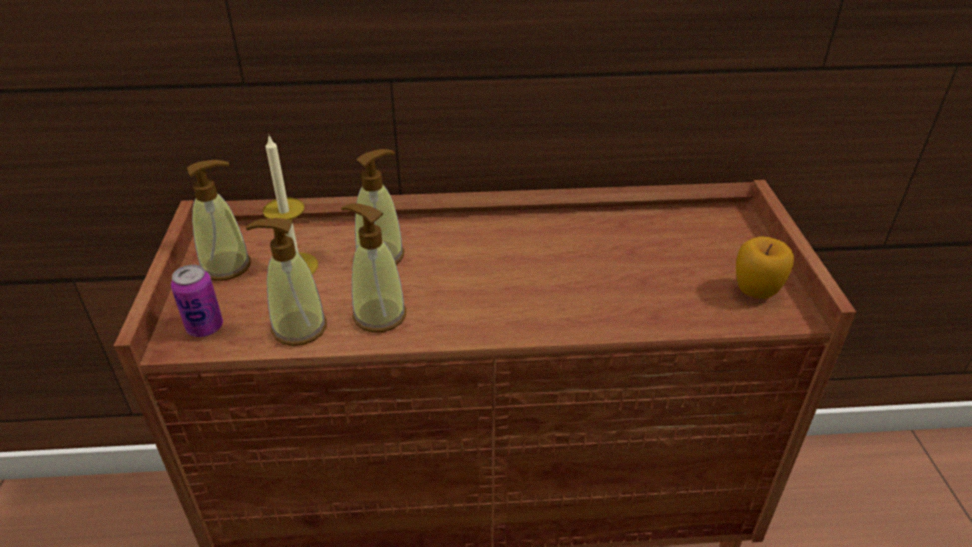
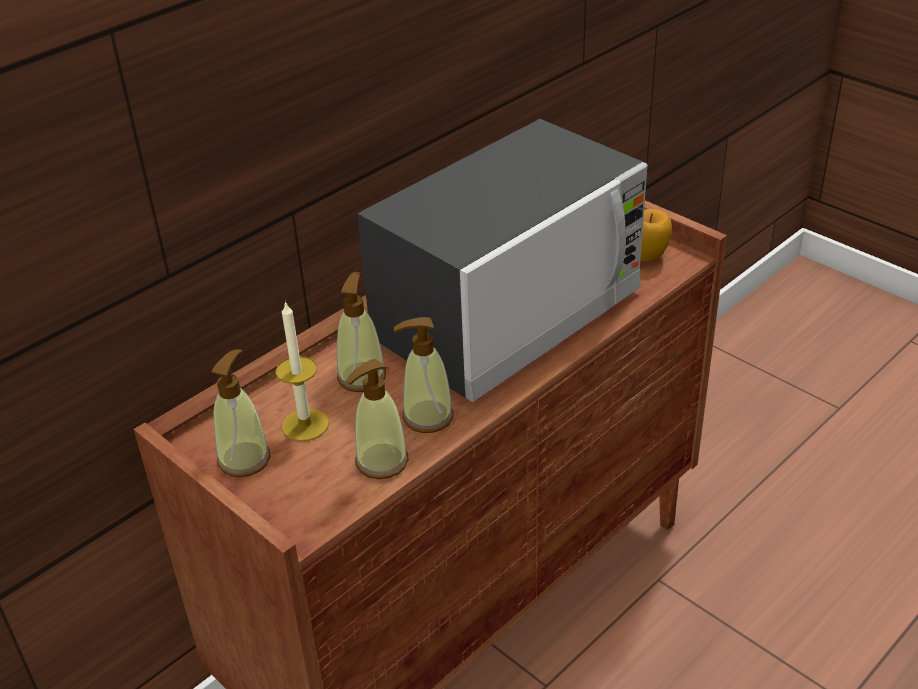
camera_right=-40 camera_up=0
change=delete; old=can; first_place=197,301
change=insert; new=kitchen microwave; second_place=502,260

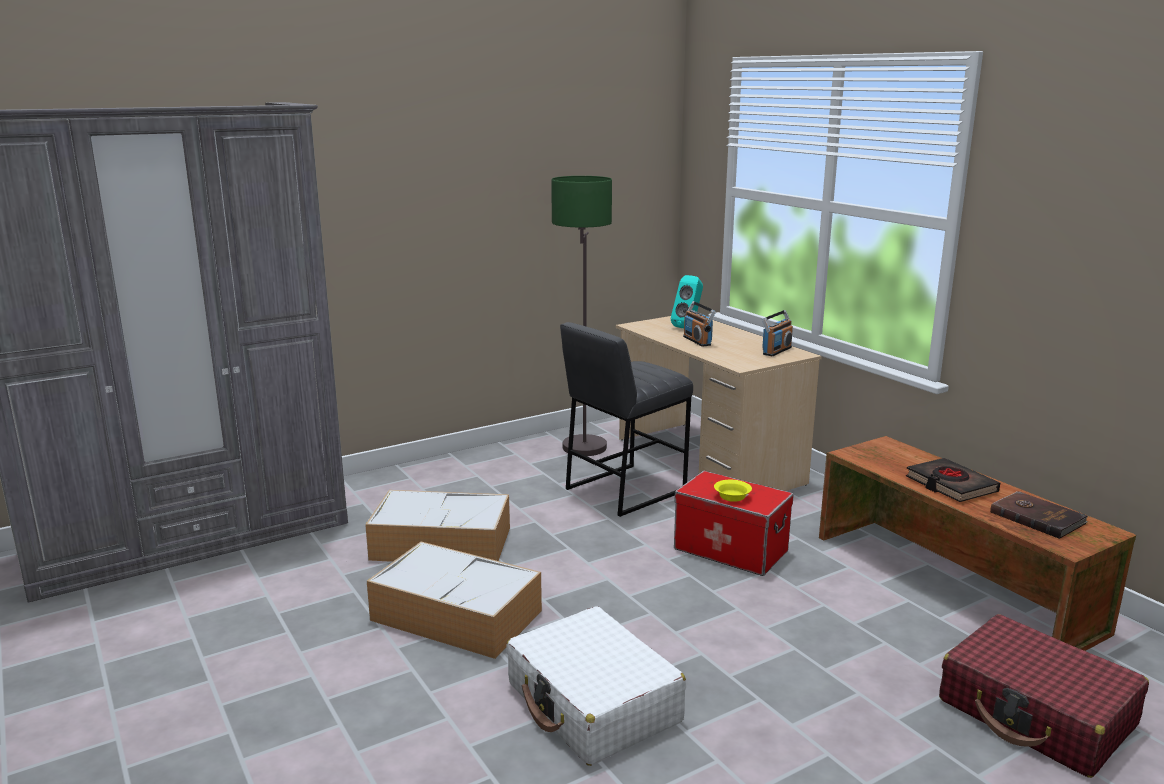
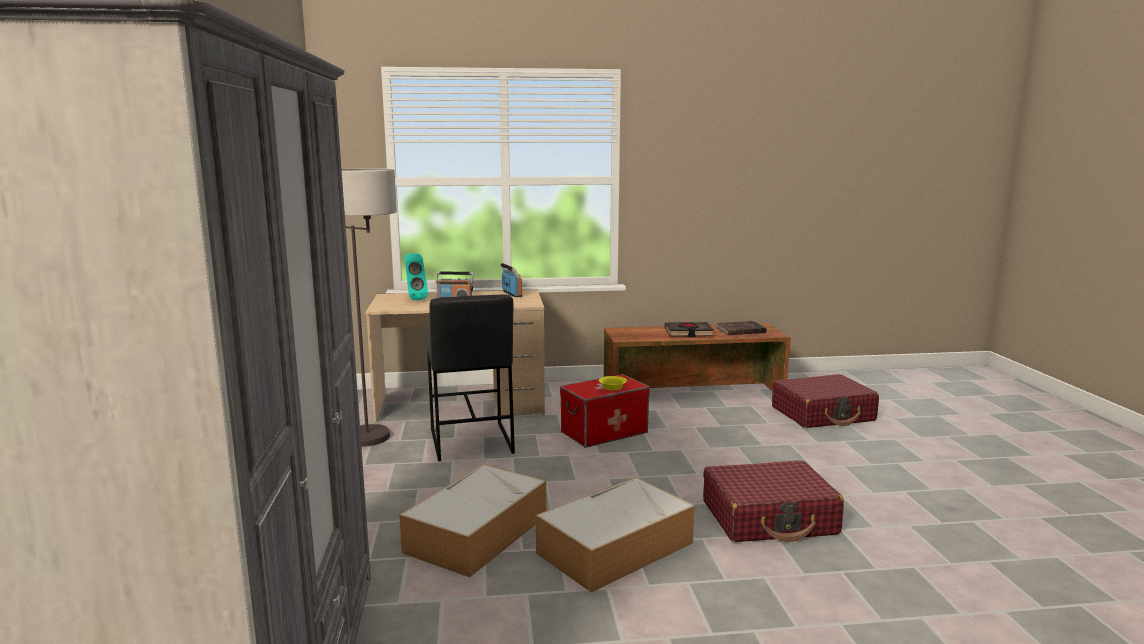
camera_right=-65 camera_up=-5
change=recolor; old=suitcase (white); new=suitcase (red-coloured); first_place=596,686; second_place=773,501
change=recolor; old=floor lamp (green); new=floor lamp (grey); first_place=581,316; second_place=369,307

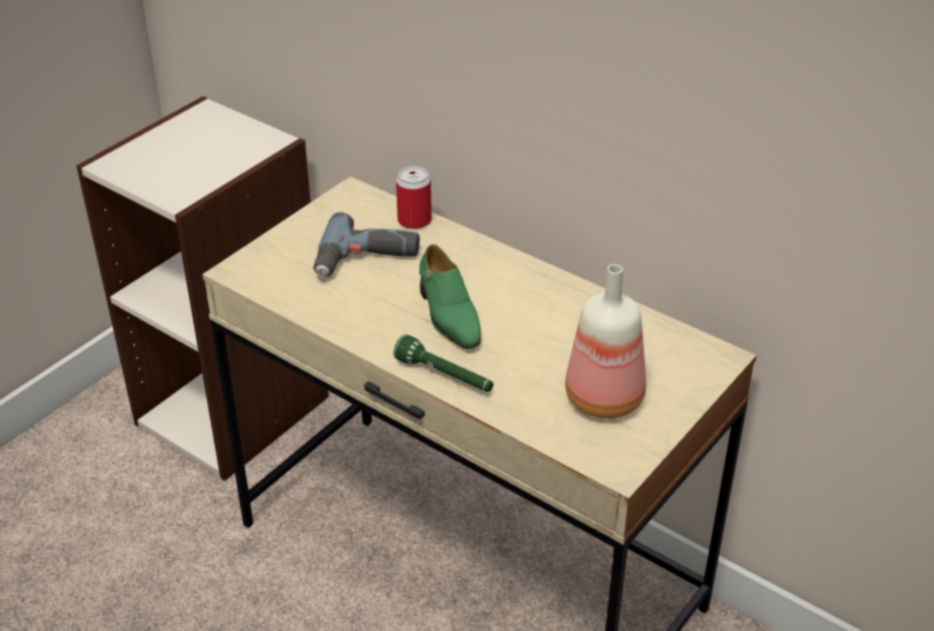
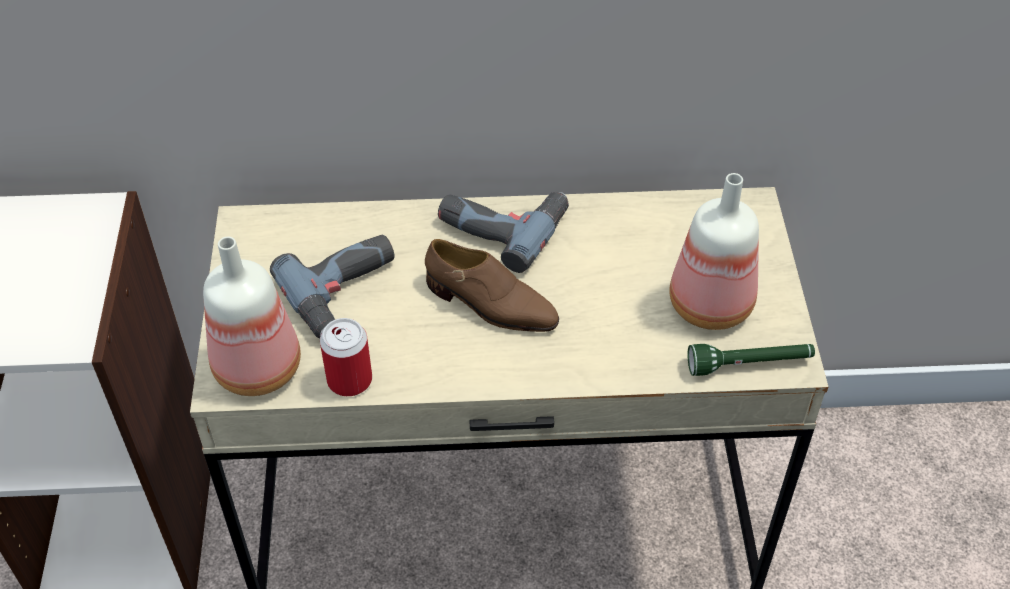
camera_right=-40 camera_up=10
change=insert; new=beverage bottle; second_place=252,316
change=insert; new=electric drill; second_place=503,232
change=move; old=hand torch (green); first_place=443,363; second_place=751,360
change=move; old=can; first_place=414,197; second_place=346,357
change=recolor; old=low shoe (green); new=low shoe (brown-coloured); first_place=450,296; second_place=492,285

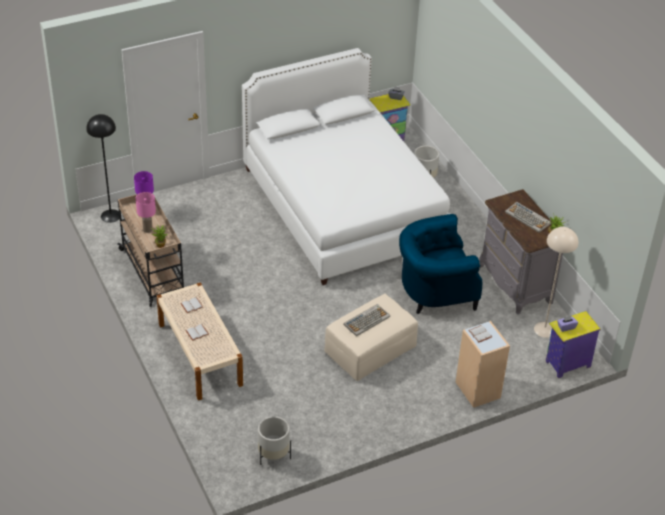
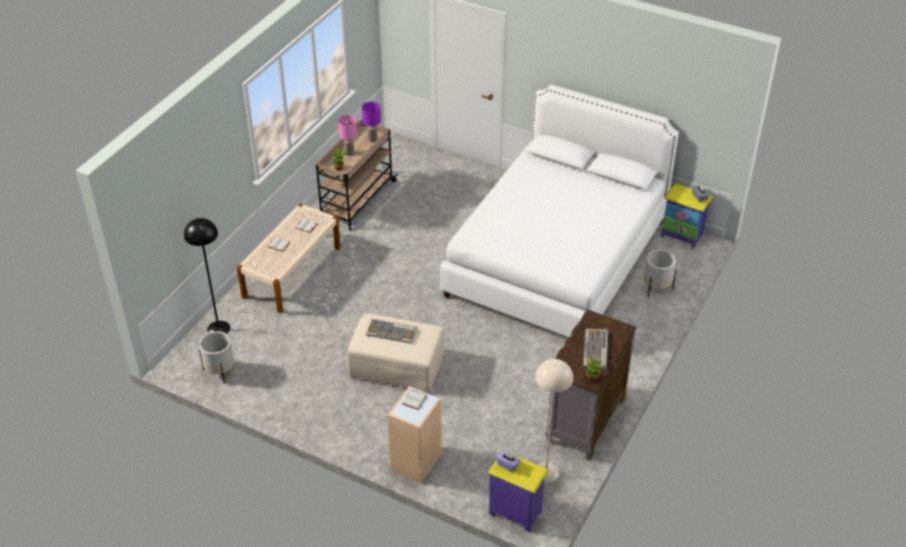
camera_right=55 camera_up=0
change=delete; old=lounge chair (bluish); first_place=440,264
change=move; old=floor lamp (blackish); first_place=103,168; second_place=207,276

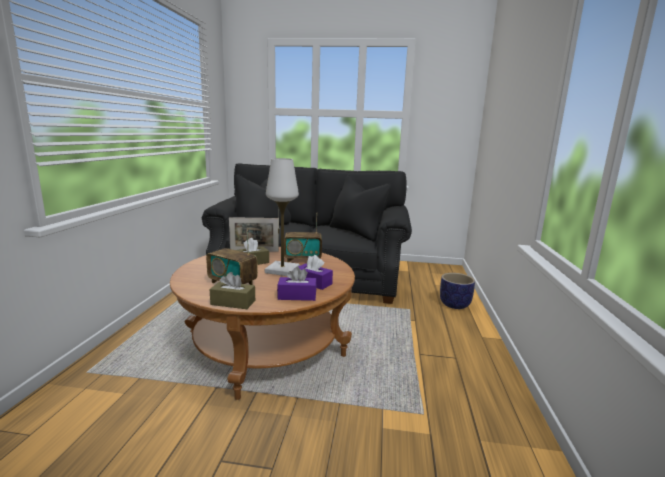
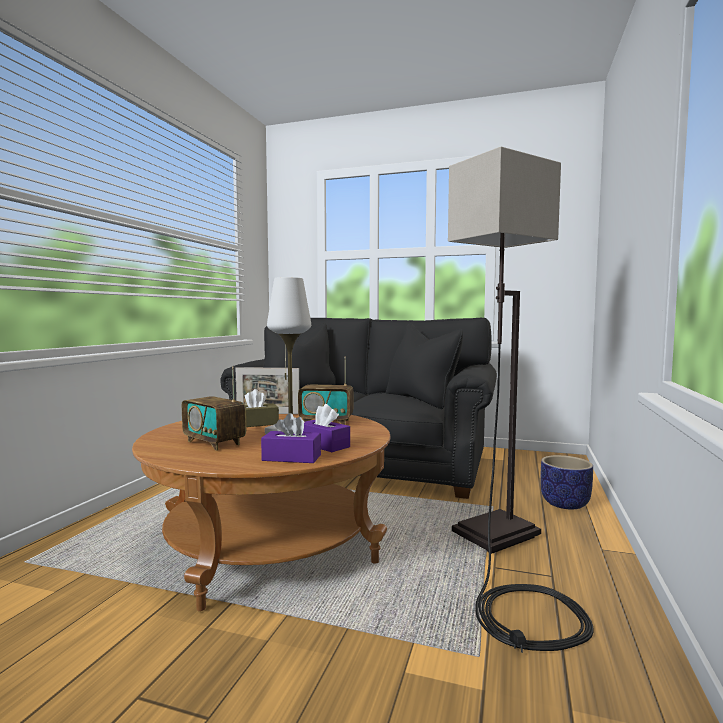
camera_right=10 camera_up=-10
change=delete; old=box of tissues (brown-coloured); first_place=232,290
change=insert; new=floor lamp; second_place=521,400

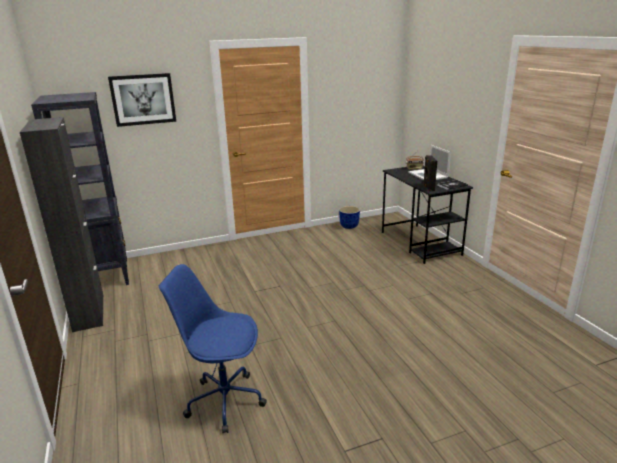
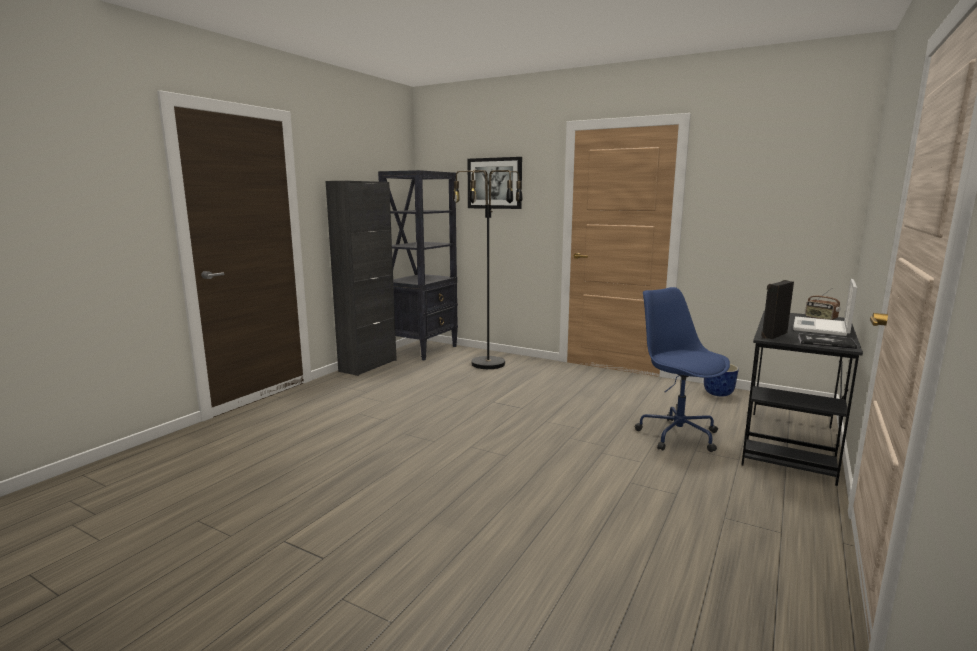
camera_right=50 camera_up=-10
change=insert; new=floor lamp; second_place=488,269
change=move; old=office chair (bluish); first_place=213,349; second_place=682,369

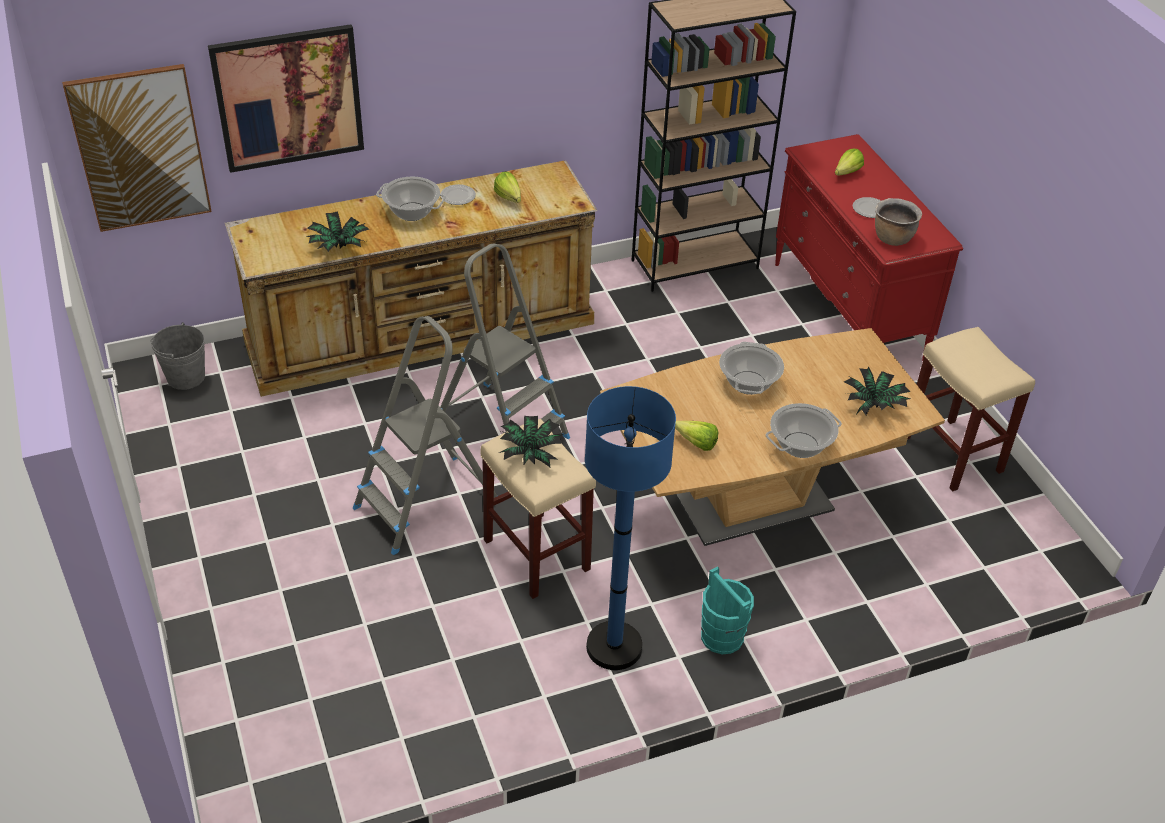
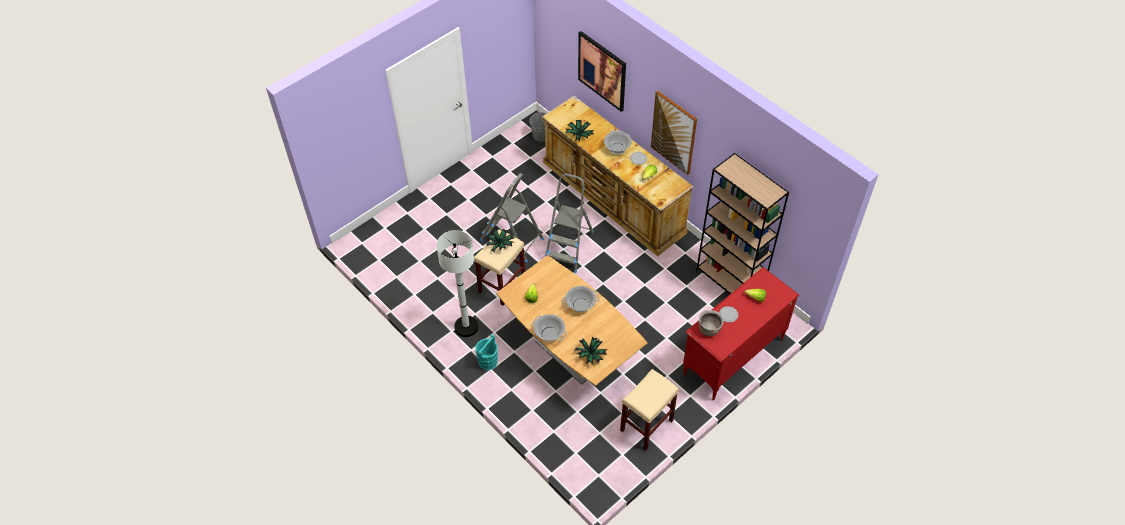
camera_right=70 camera_up=10
change=move; old=wall picture; first_place=137,148; second_place=674,133
change=recolor; old=floor lamp (bluish); new=floor lamp (white); first_place=630,528; second_place=457,283

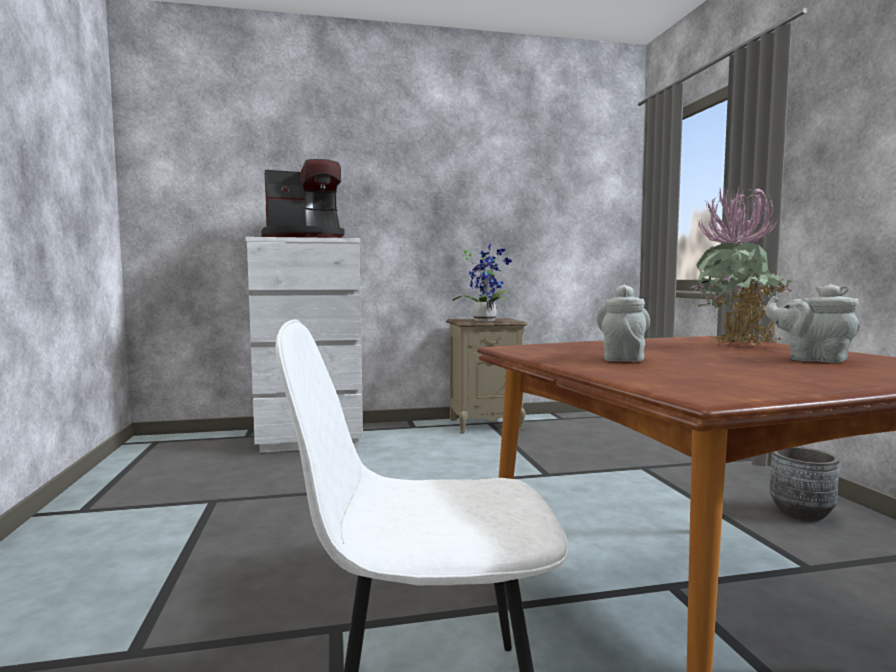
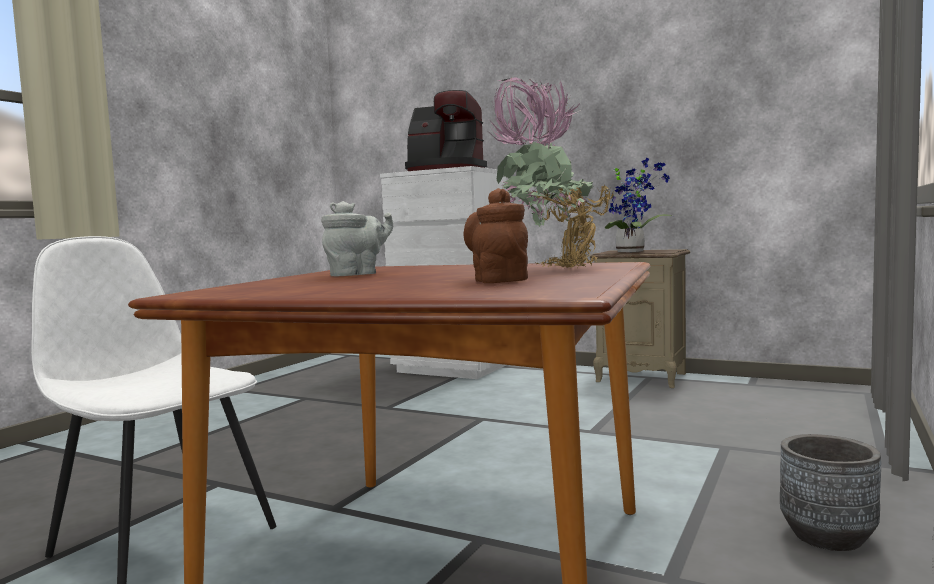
camera_right=40 camera_up=0
change=recolor; old=pot for tea (grey); new=pot for tea (brown-coloured); first_place=812,323; second_place=495,235

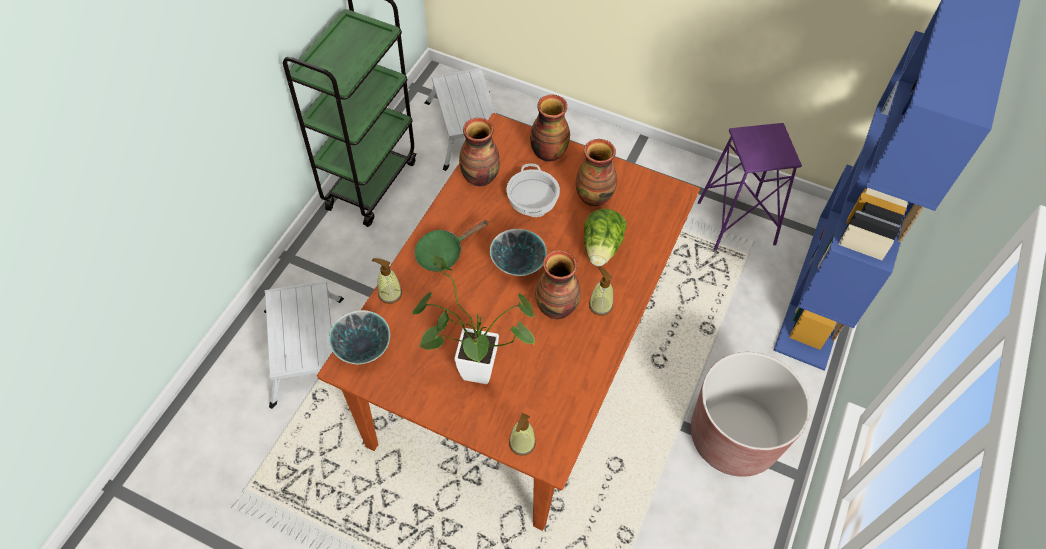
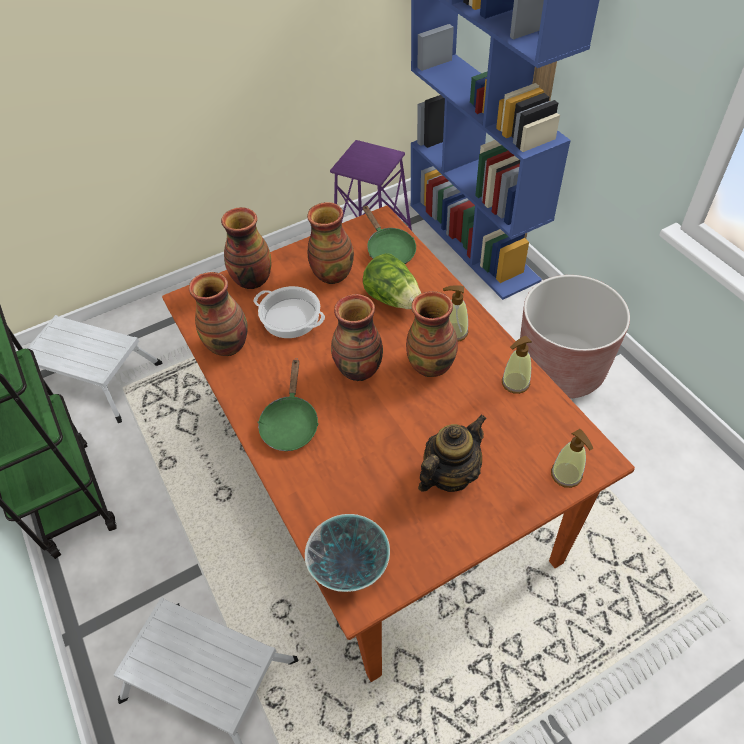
camera_right=-50 camera_up=-5
change=insert; new=pan (green); second_place=389,234
change=move; old=liquid soap bottle; first_place=387,281; second_place=517,365
change=replace; old=potted plant; new=pot for tea; first_place=474,319; second_place=452,453
change=replace; old=deep dish; new=vase; first_place=518,252; second_place=357,337

